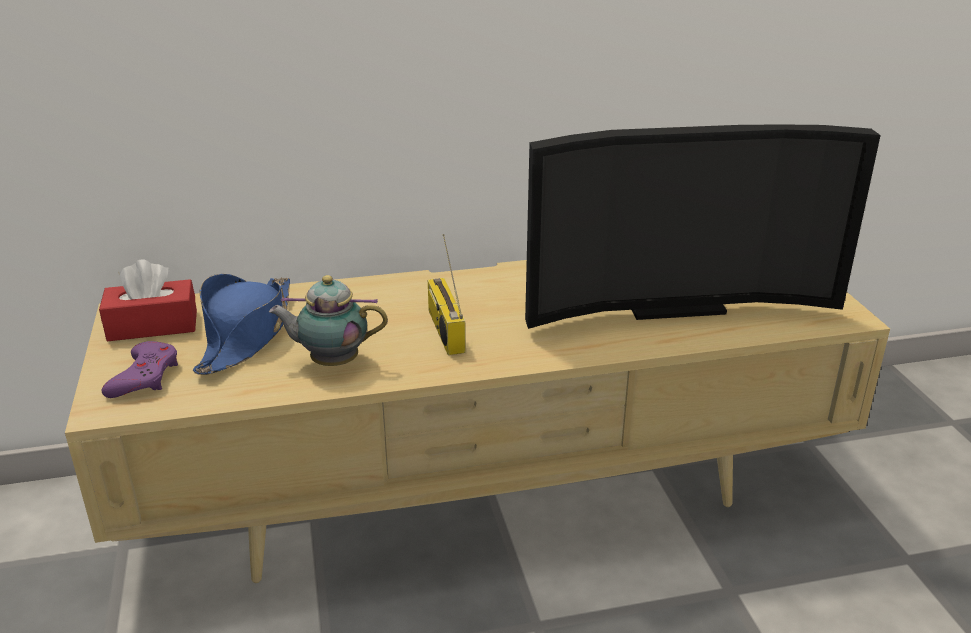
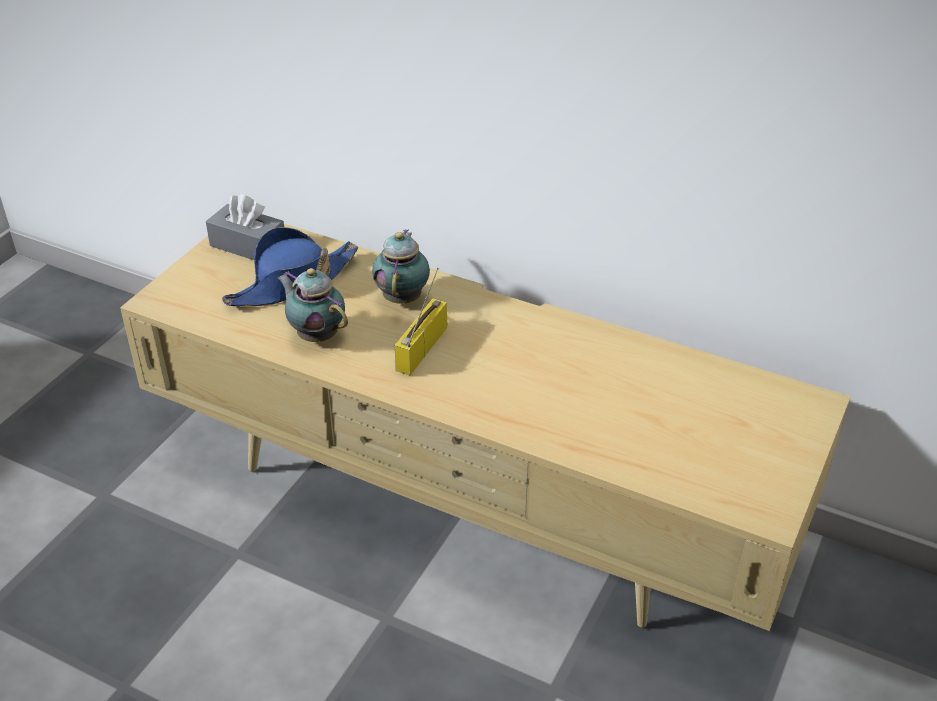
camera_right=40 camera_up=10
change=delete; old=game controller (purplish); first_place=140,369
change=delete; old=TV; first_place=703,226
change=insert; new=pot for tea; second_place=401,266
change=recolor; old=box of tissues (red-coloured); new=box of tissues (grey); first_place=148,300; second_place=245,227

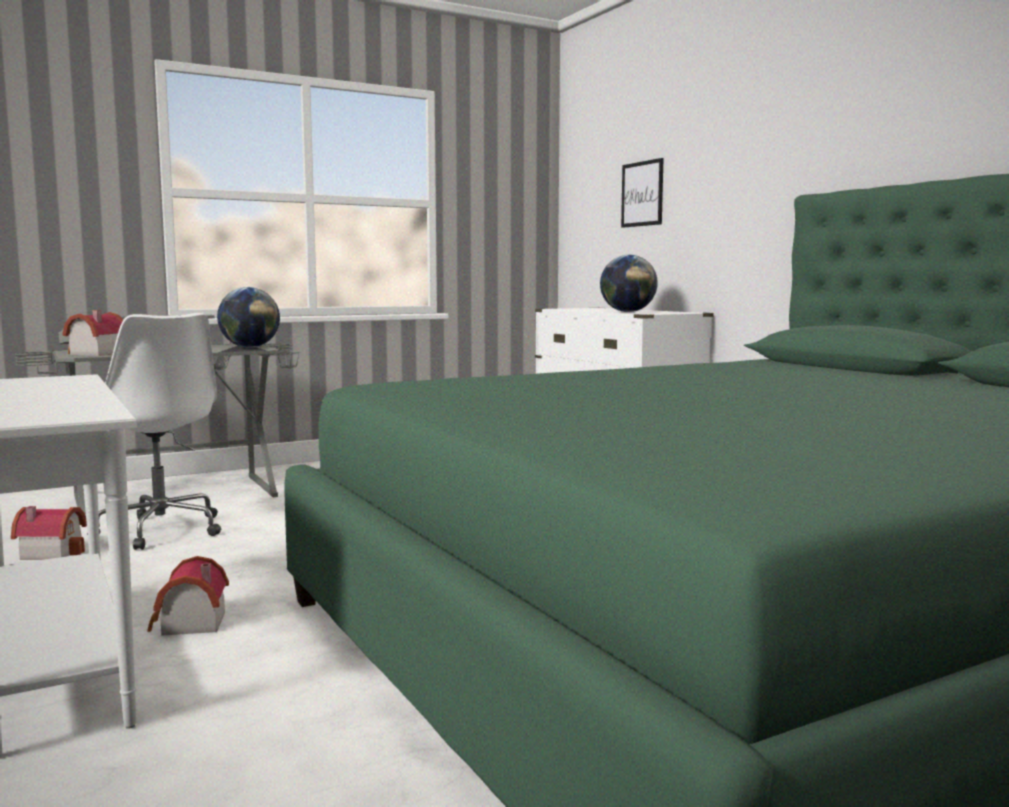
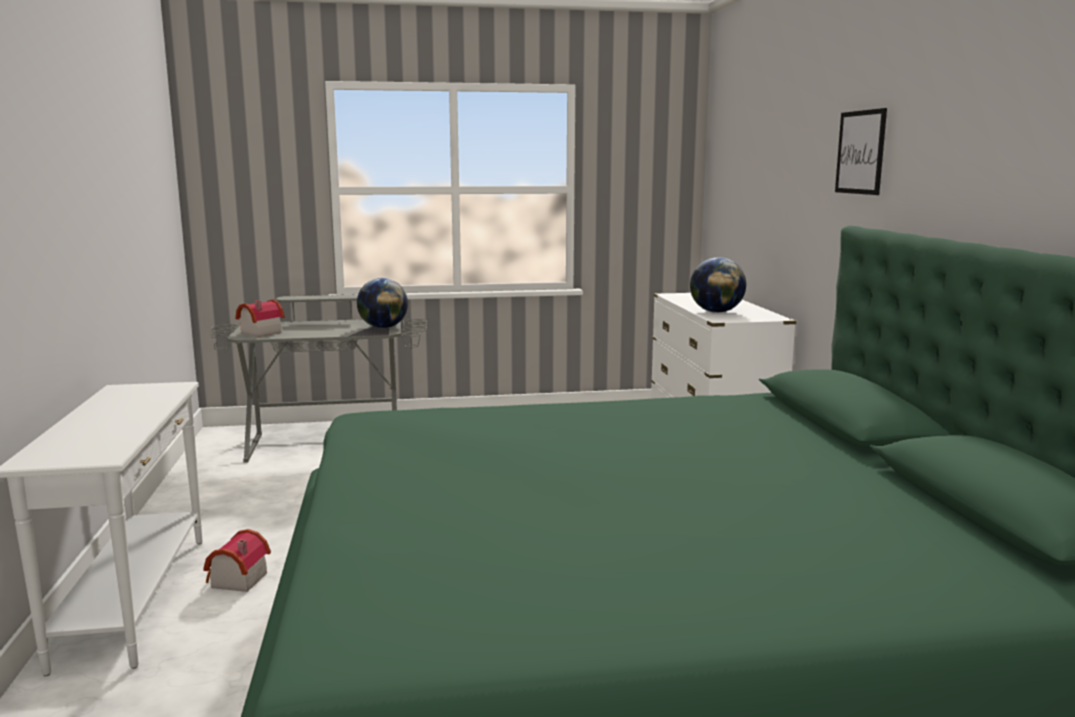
camera_right=20 camera_up=5
change=delete; old=model house; first_place=49,533
change=delete; old=office chair (white); first_place=154,431
change=move; old=wall picture; first_place=642,193; second_place=861,151

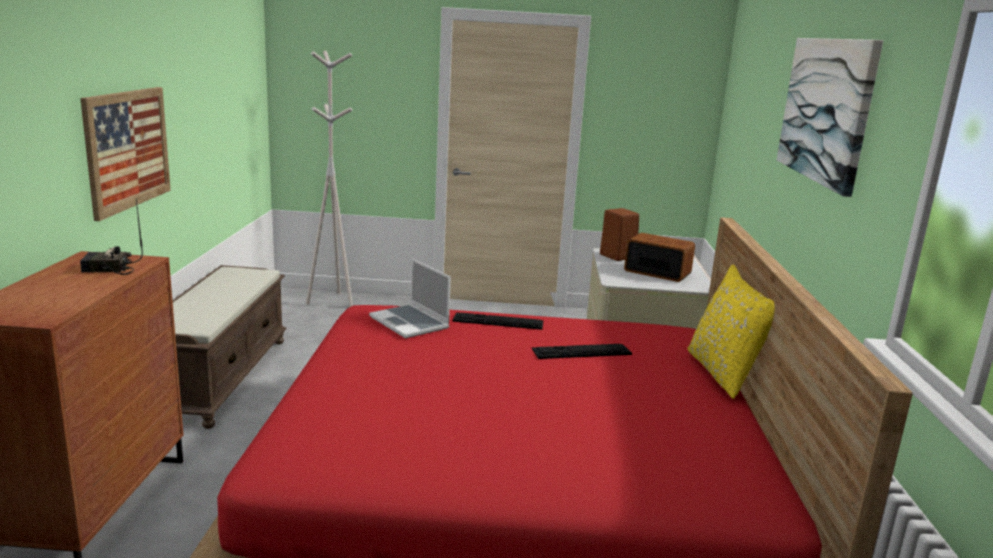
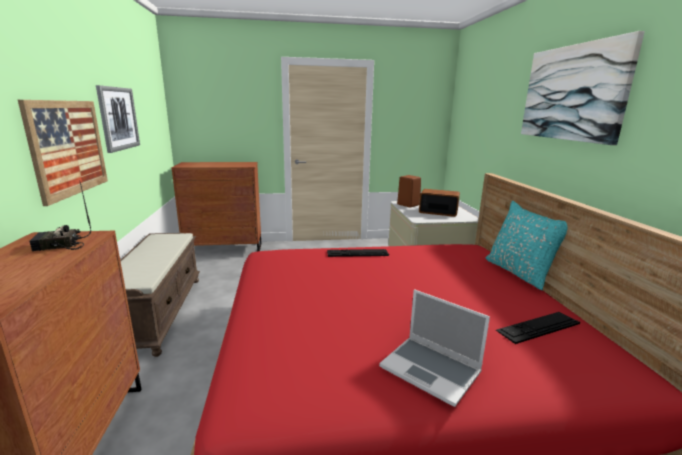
camera_right=-10 camera_up=0
change=insert; new=wall picture; second_place=118,119
change=move; old=portable computer; first_place=410,298; second_place=434,348
change=move; old=keyboard; first_place=581,351; second_place=538,328
change=replace; old=clothes rack (grey); new=dresser (brown-coloured); first_place=329,178; second_place=216,207
change=recolor; old=throw pillow (yellow-coloured); new=throw pillow (turquoise); first_place=731,332; second_place=527,245

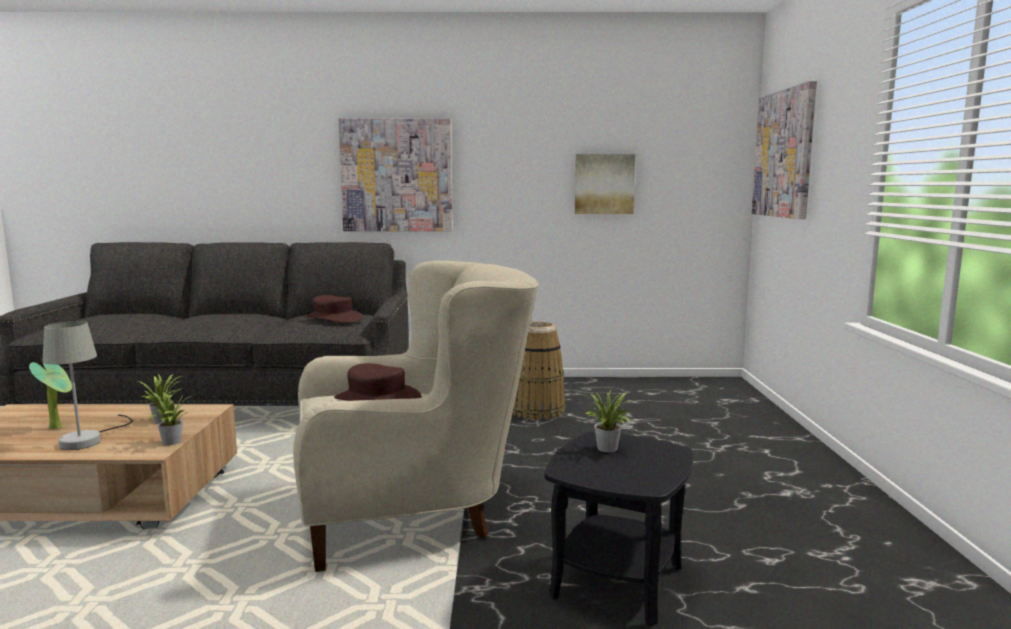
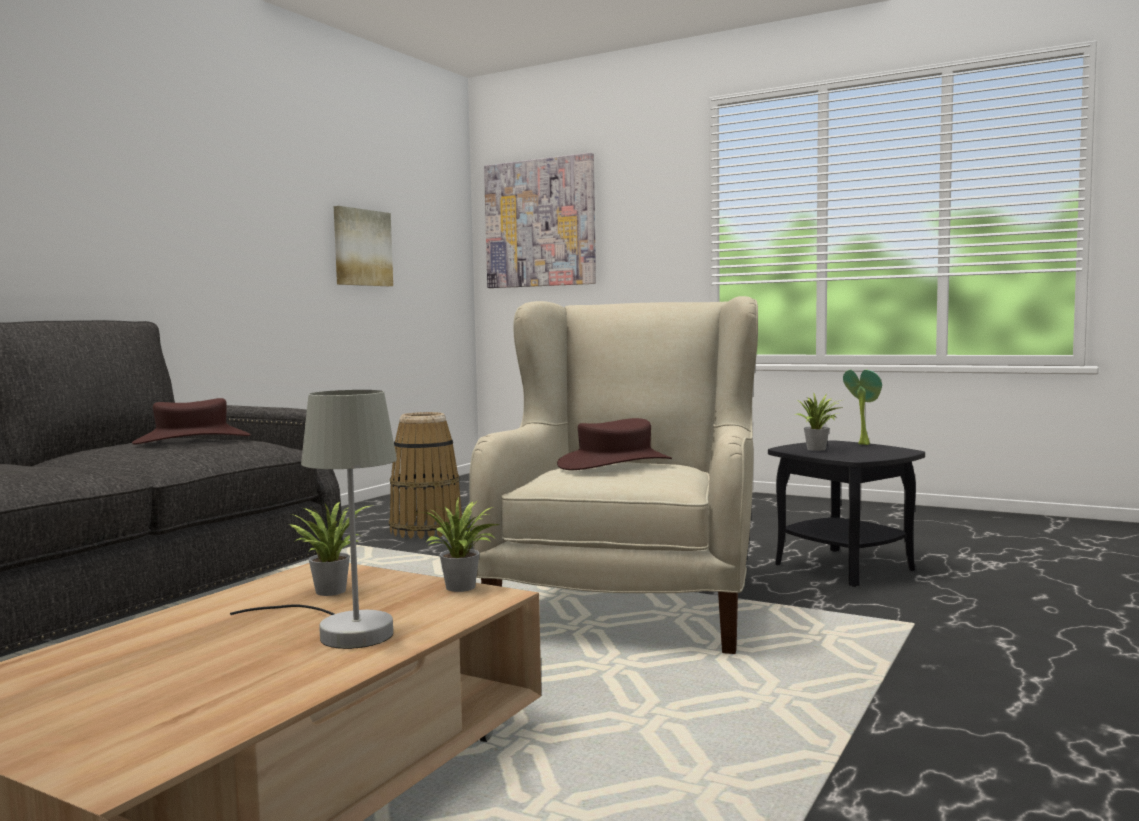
camera_right=-60 camera_up=-5
change=delete; old=wall picture; first_place=396,174
change=move; old=potted plant; first_place=50,394; second_place=862,407

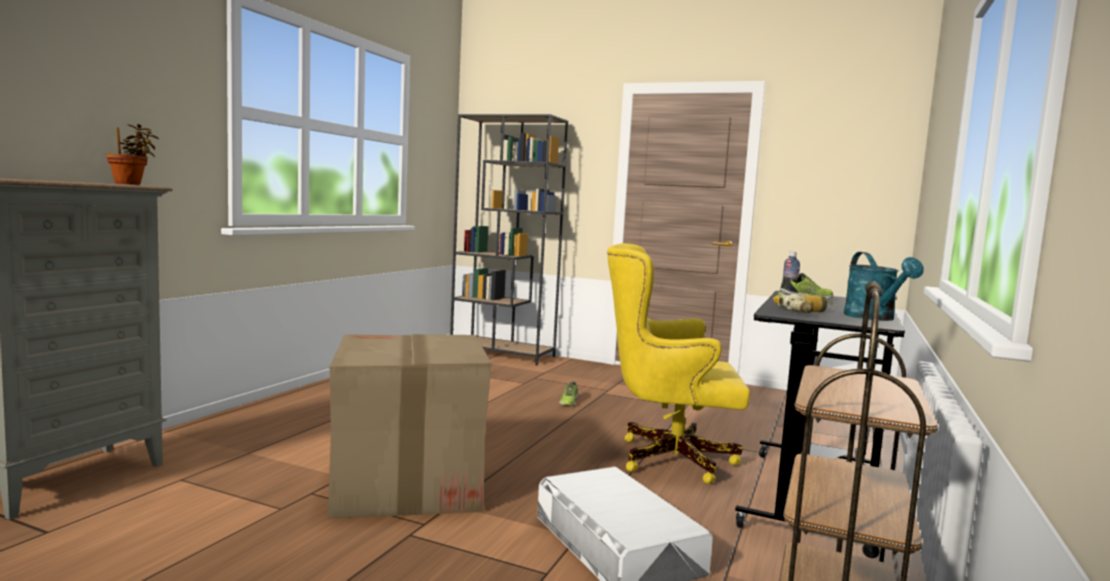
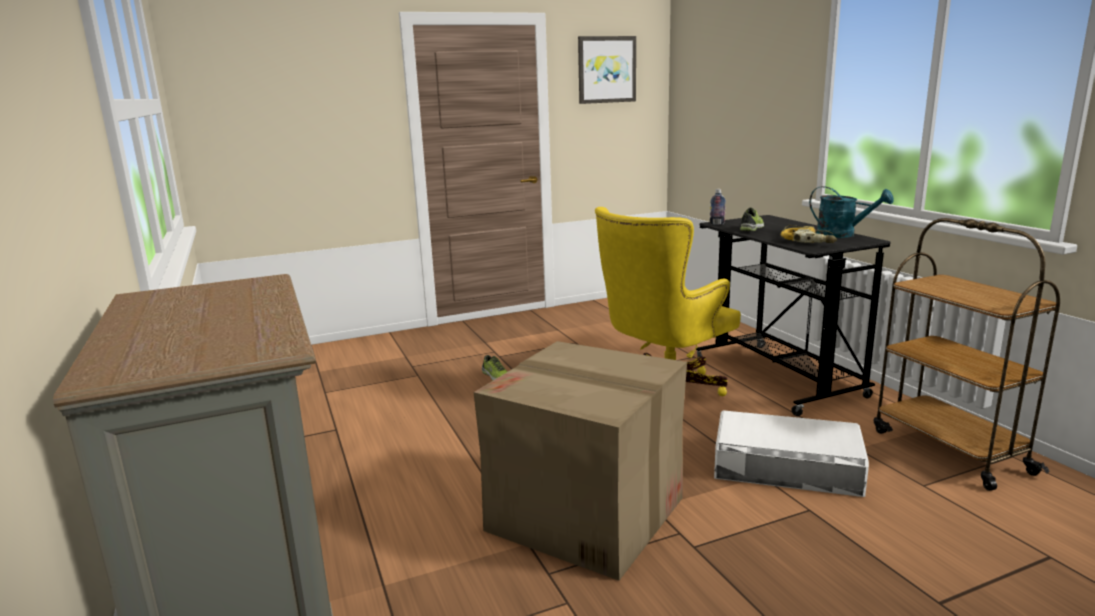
camera_right=-45 camera_up=10
change=delete; old=potted plant; first_place=133,154
change=delete; old=bookcase; first_place=509,239
change=insert; new=wall picture; second_place=607,70

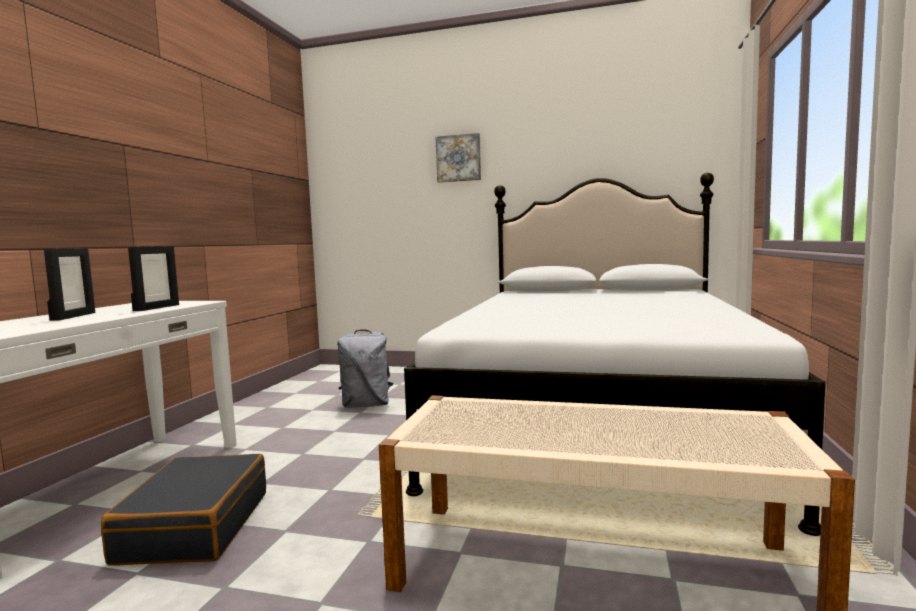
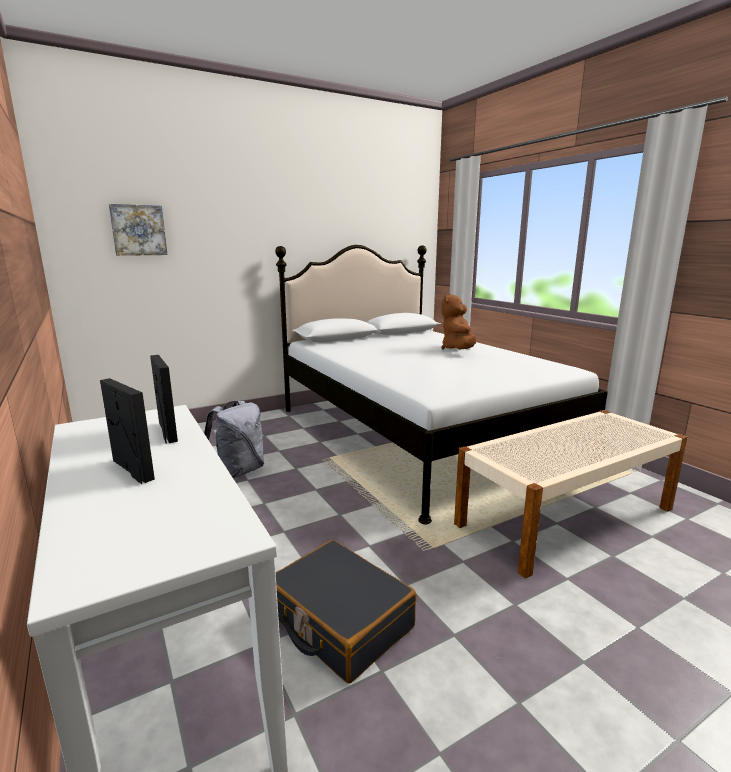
camera_right=-45 camera_up=10
change=insert; new=plush toy (brown-coloured); second_place=459,321
change=move; old=wall picture; first_place=458,158; second_place=138,230

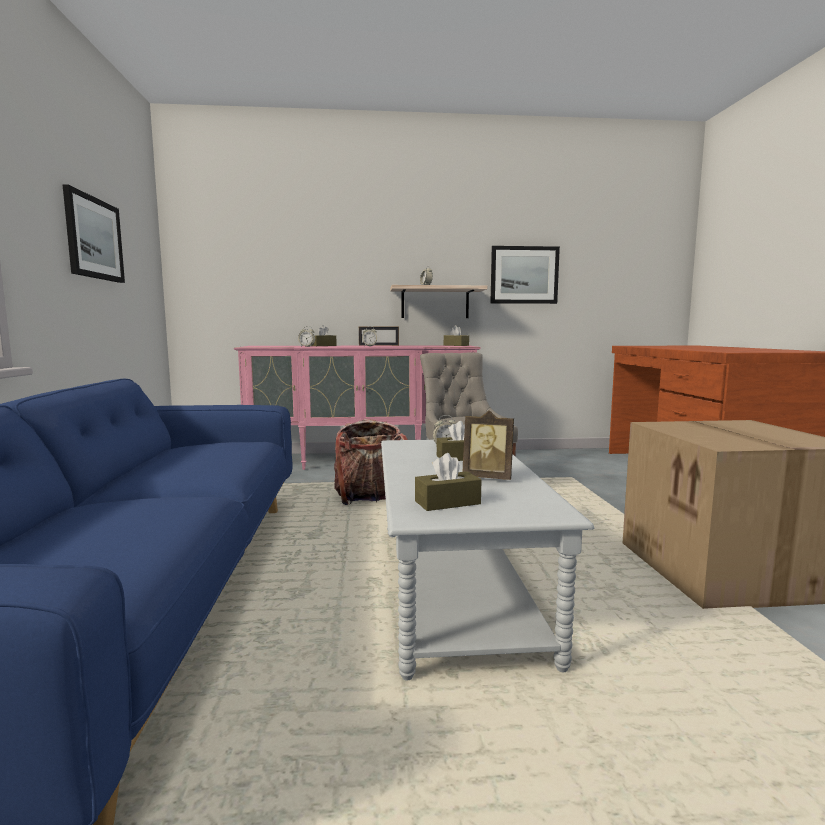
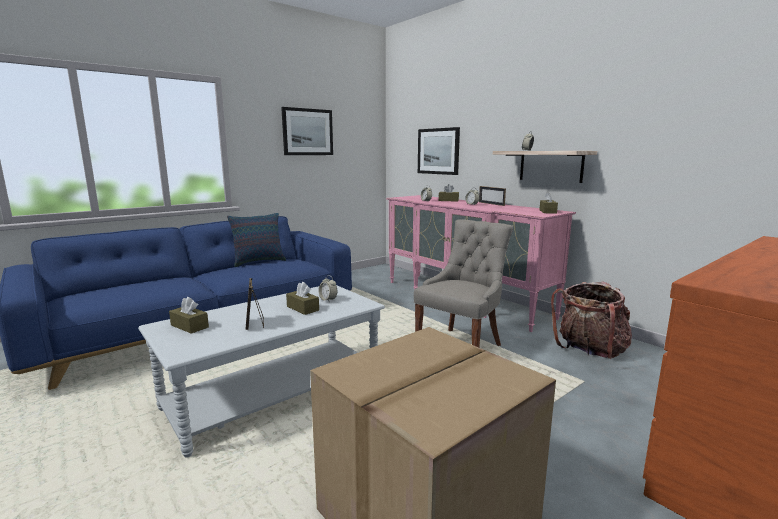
camera_right=55 camera_up=5
change=insert; new=throw pillow (bluish); second_place=256,240
change=move; old=rucksack; first_place=371,462; second_place=591,320
change=move; old=wall picture; first_place=525,275; second_place=439,151

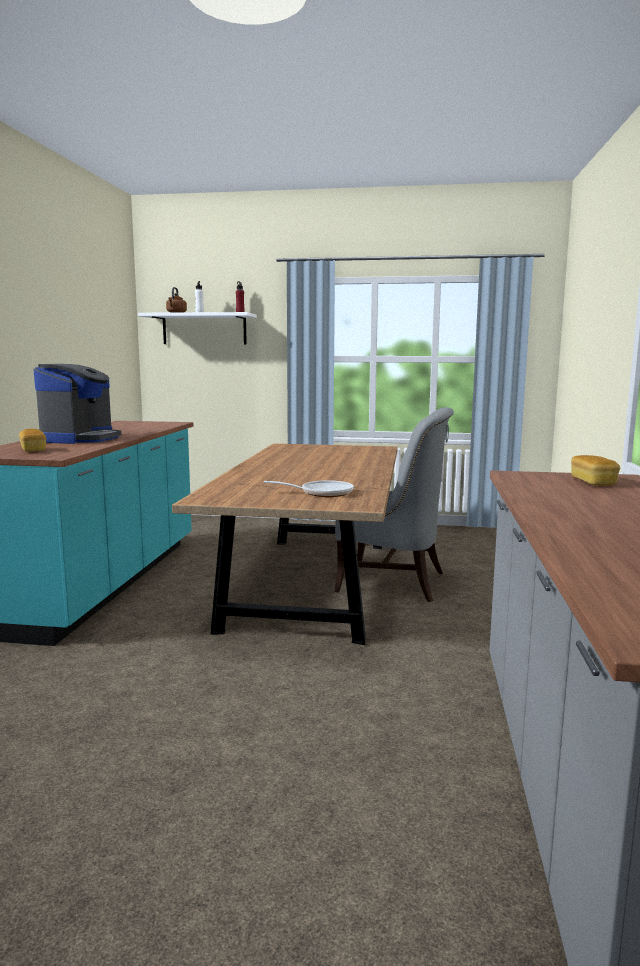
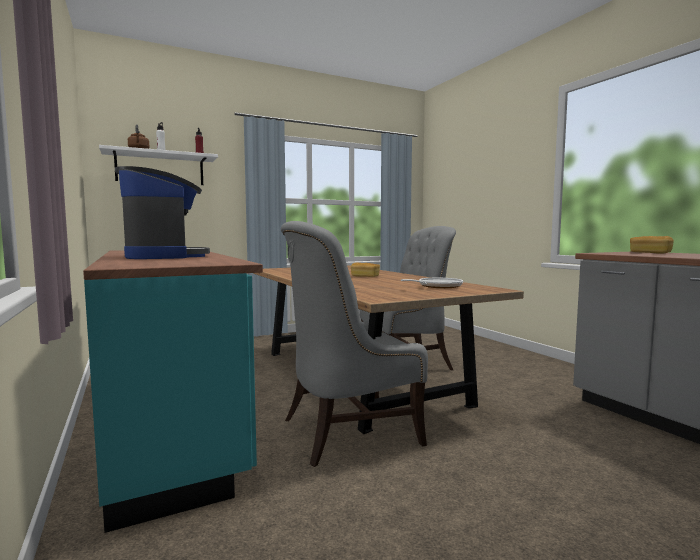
camera_right=-35 camera_up=-5
change=insert; new=upright chair (grey); second_place=354,344
change=move; old=bakery bread; first_place=32,440; second_place=365,269

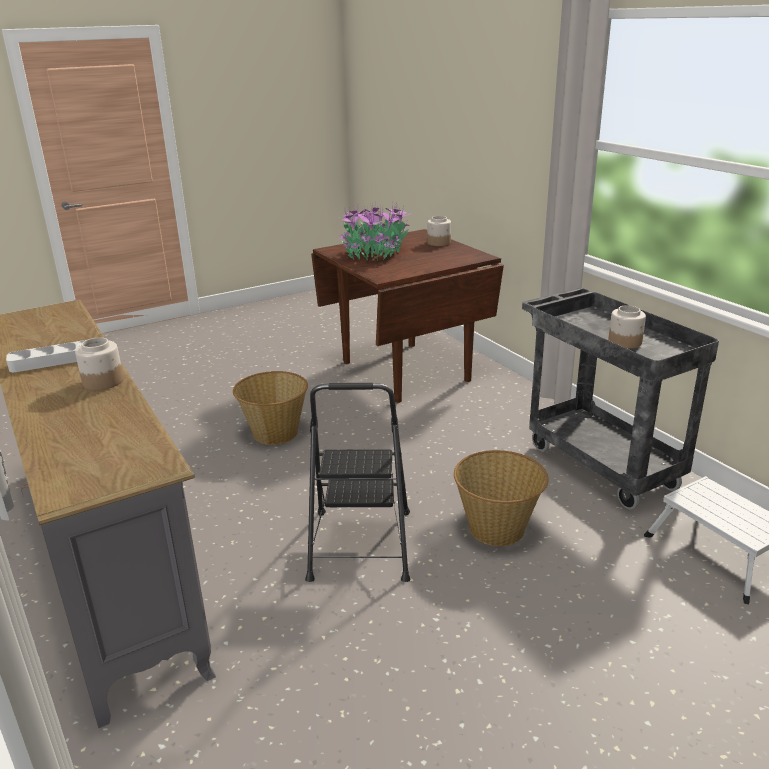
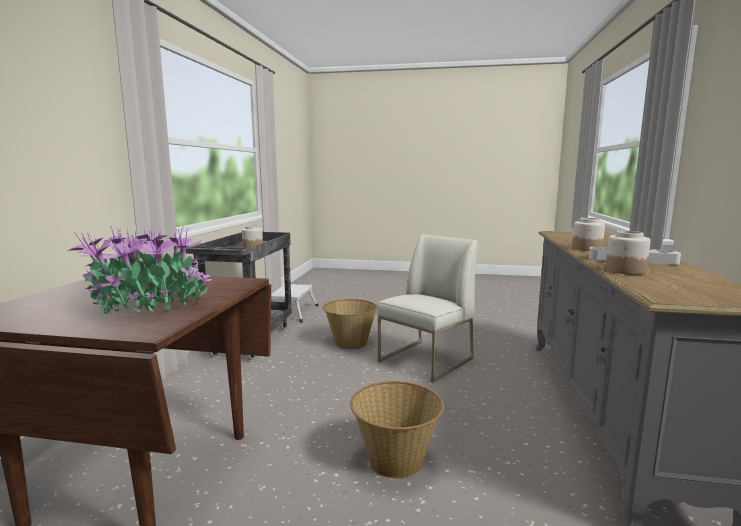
camera_right=-140 camera_up=-15
change=move; old=preserve jar; first_place=439,231; second_place=627,253
change=replace; old=stepladder (blackish); new=upright chair (white); first_place=357,482; second_place=427,308

